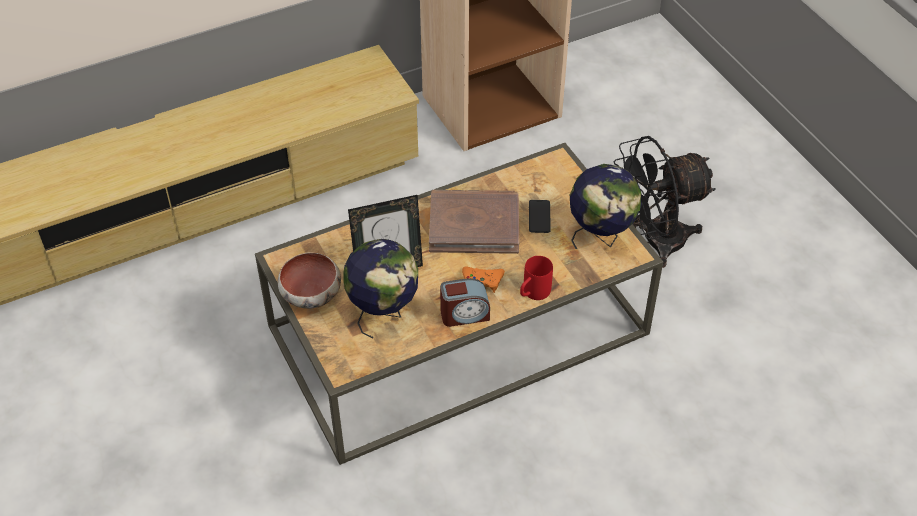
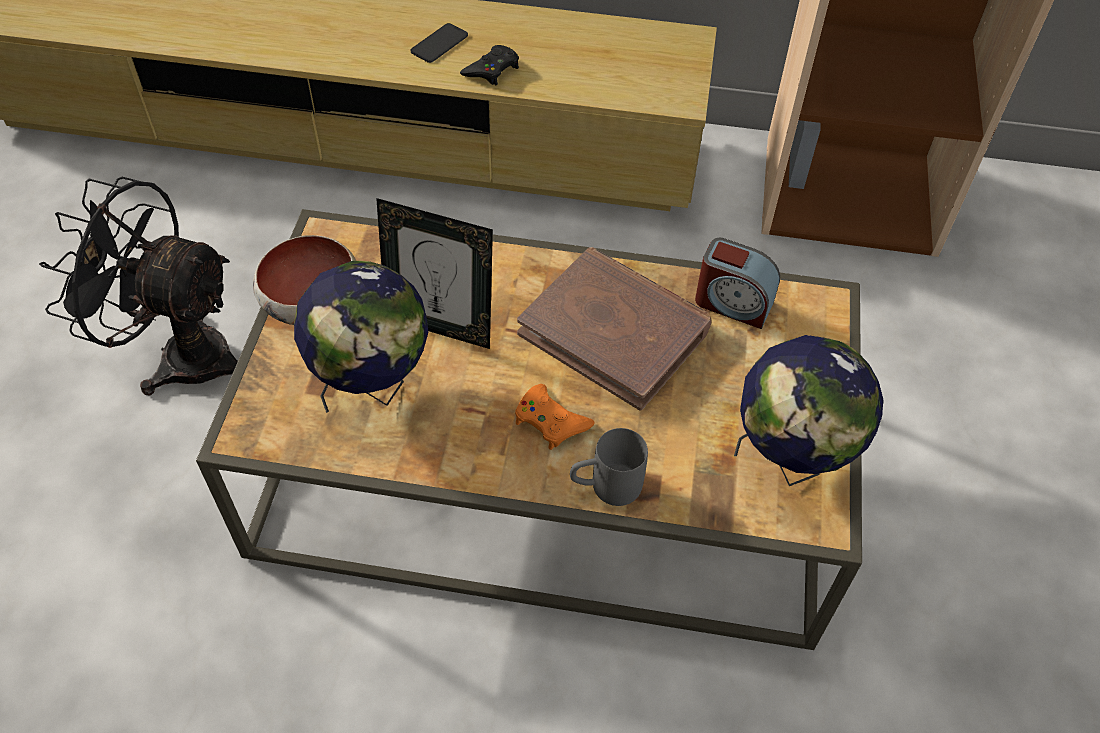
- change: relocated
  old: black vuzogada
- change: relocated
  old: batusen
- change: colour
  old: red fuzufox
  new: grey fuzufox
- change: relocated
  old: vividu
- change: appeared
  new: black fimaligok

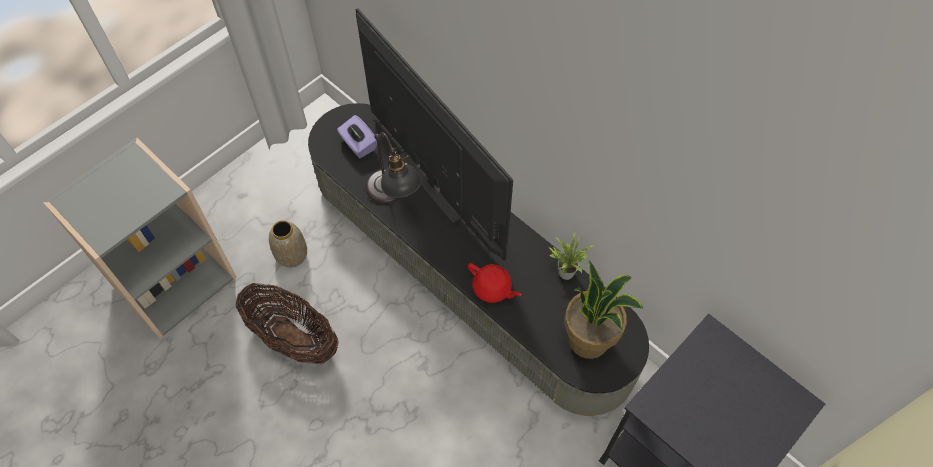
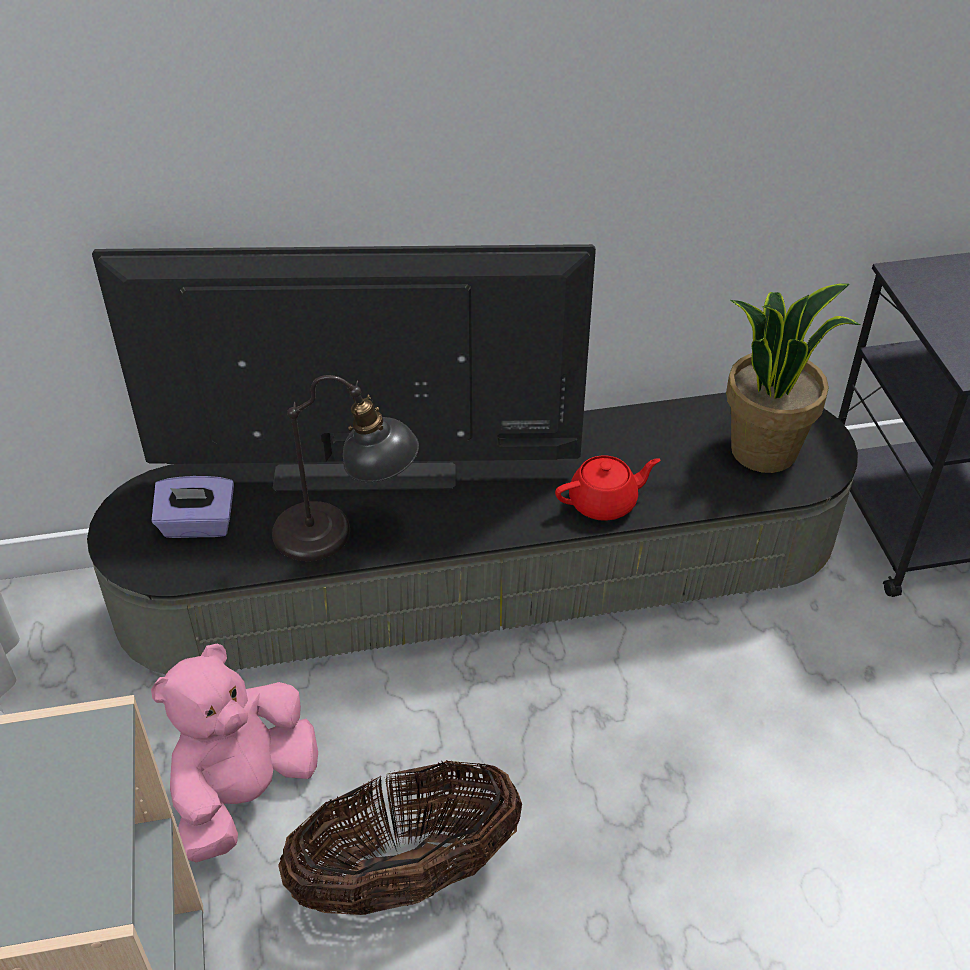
- change: exchanged
  old: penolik
  new: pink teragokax
- change: missing
  old: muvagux (no. 1 from left)

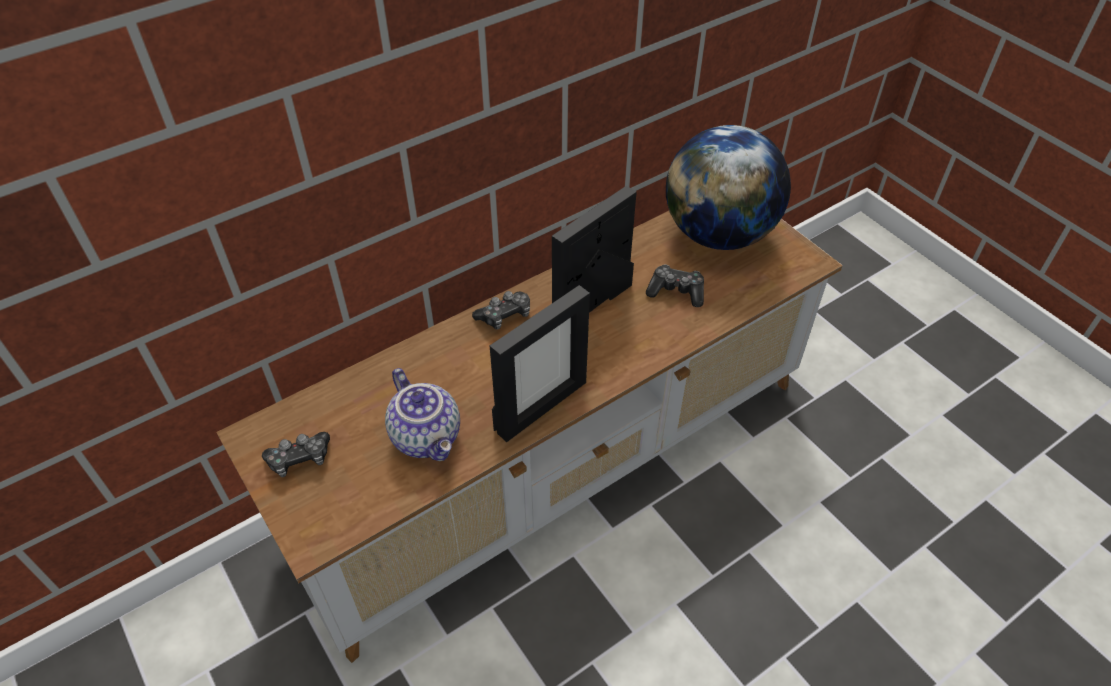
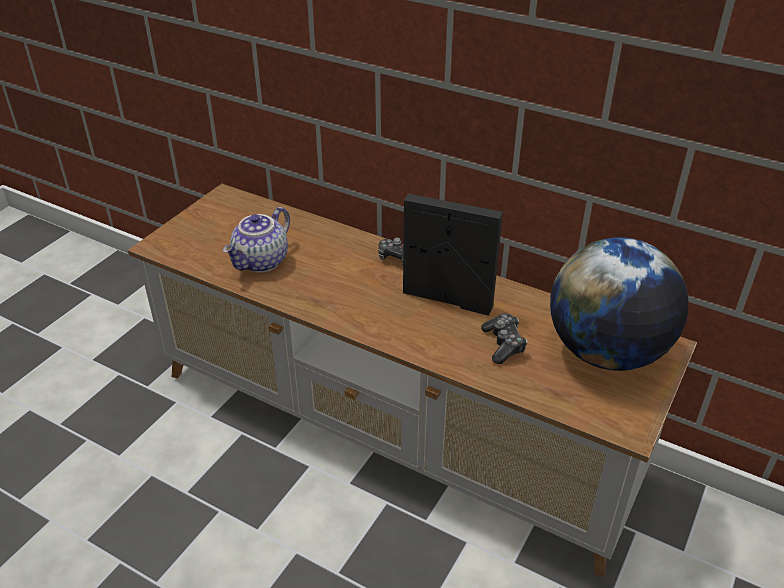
- change: missing
  old: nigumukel (no. 1 from left)
- change: missing
  old: fimaligok (no. 1 from left)

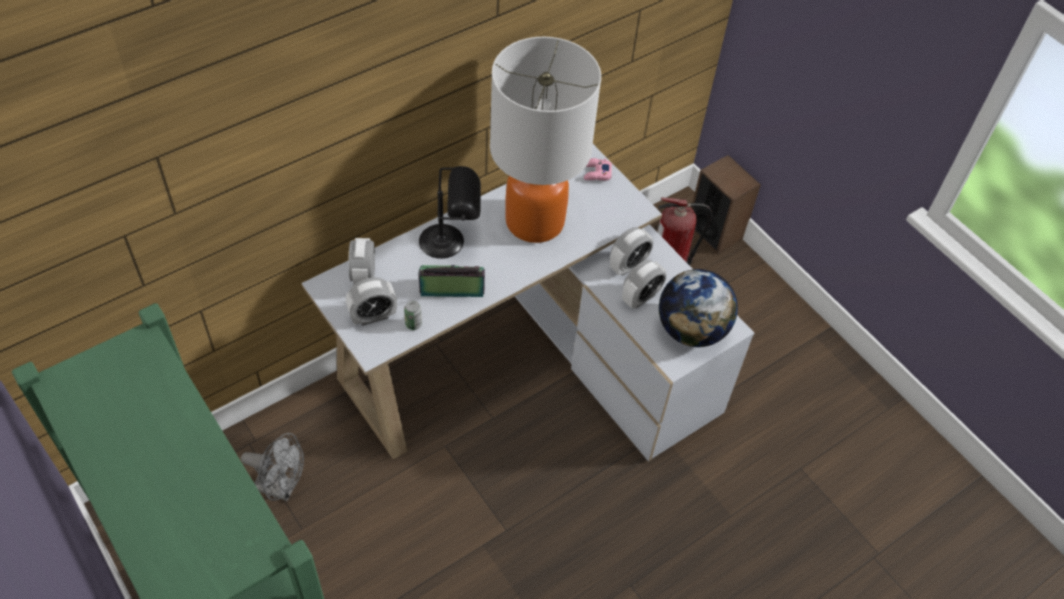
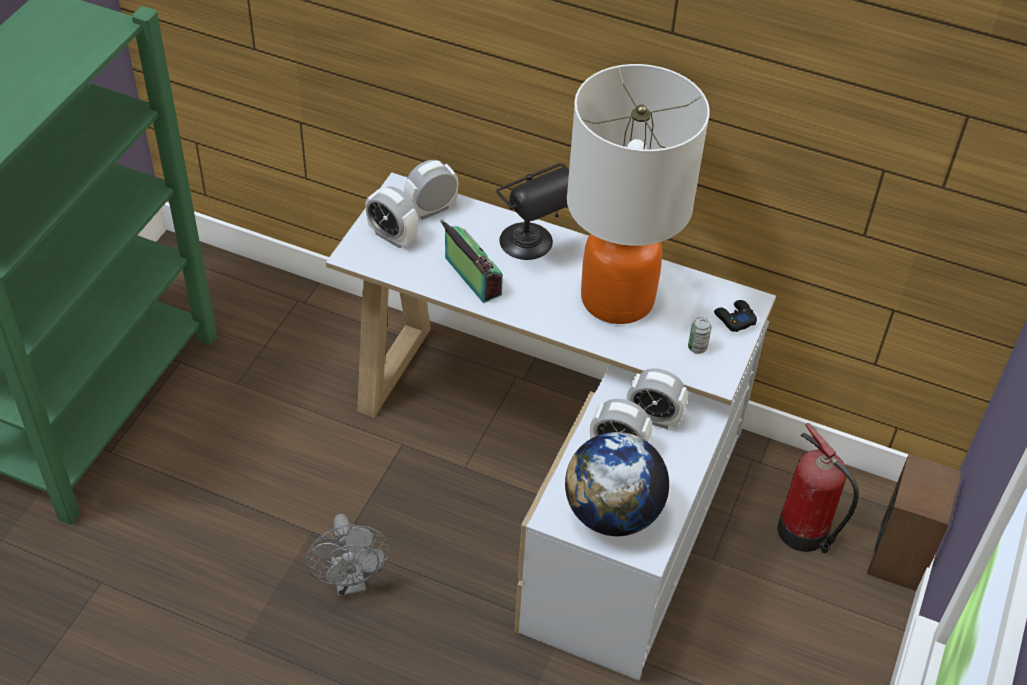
- change: colour
  old: pink fimaligok
  new: black fimaligok
- change: relocated
  old: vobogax
- change: relocated
  old: grey vuzogada

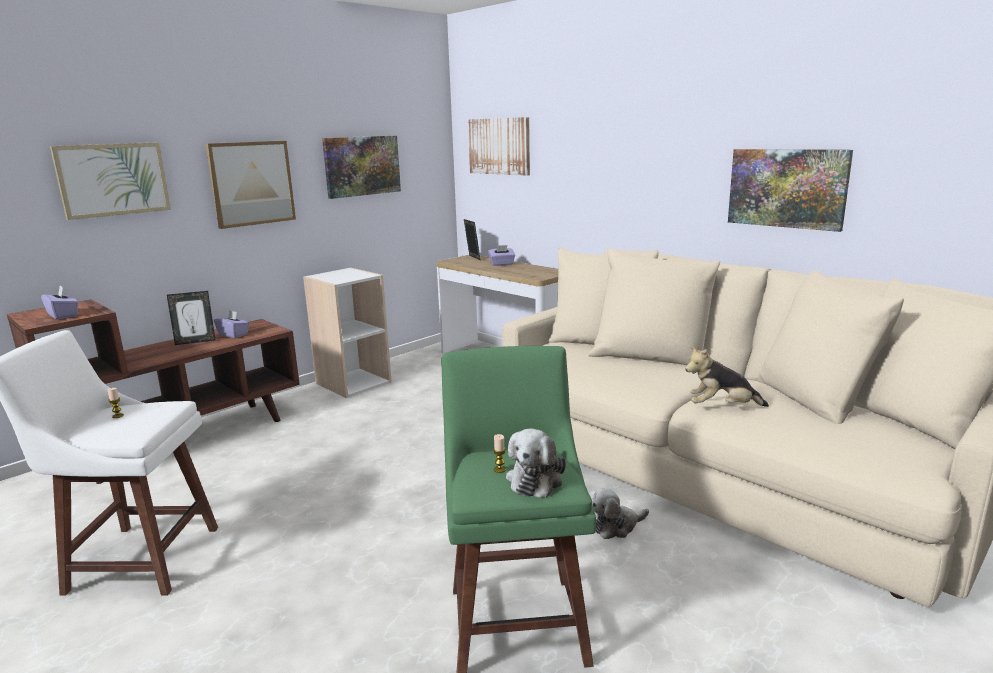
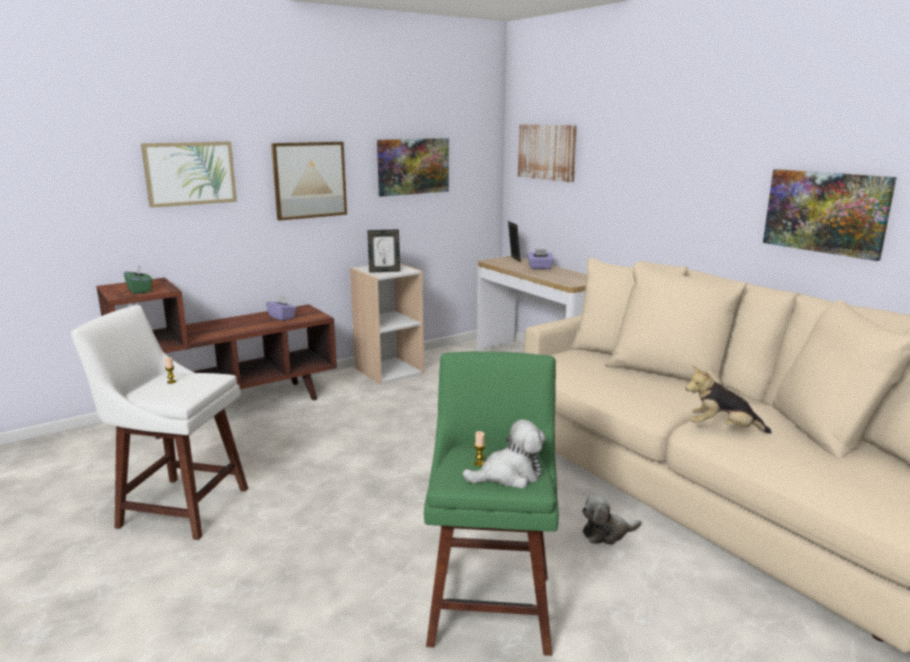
- change: colour
  old: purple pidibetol (no. 1 from left)
  new: green pidibetol
- change: relocated
  old: nigumukel (no. 1 from left)
- change: spun
  old: teragokax (no. 1 from left)
  degrees: -135

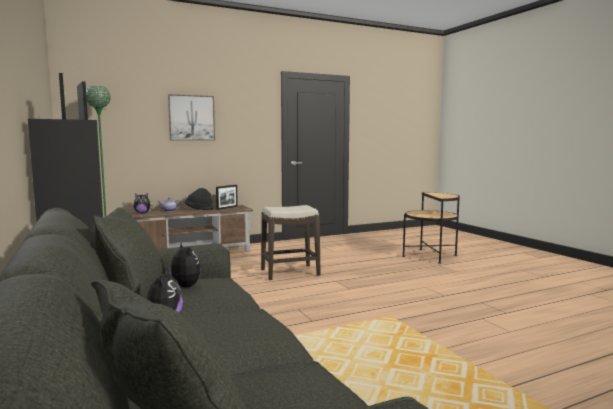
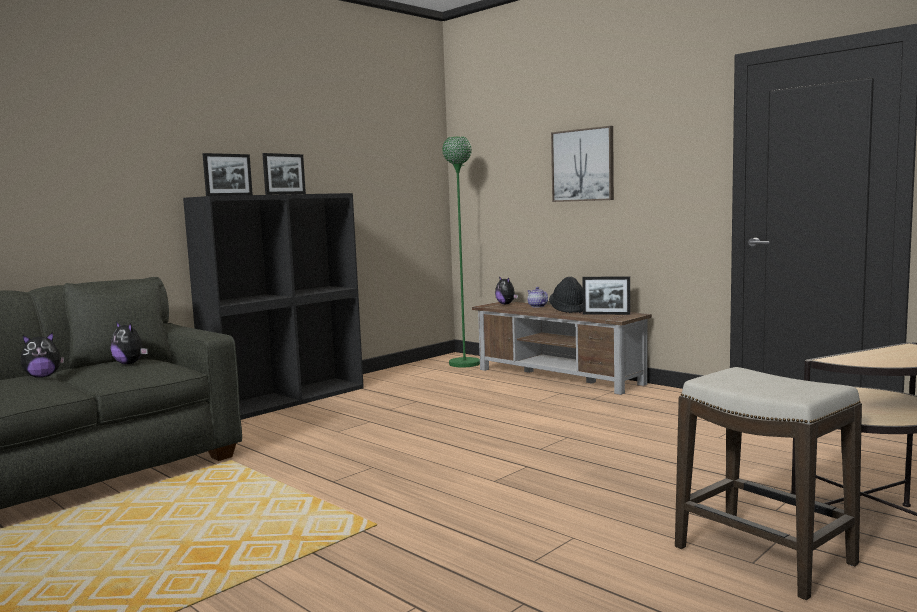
- change: relocated
  old: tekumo
- change: spun
  old: teragokax (no. 3 from left in the first image)
  degrees: 90

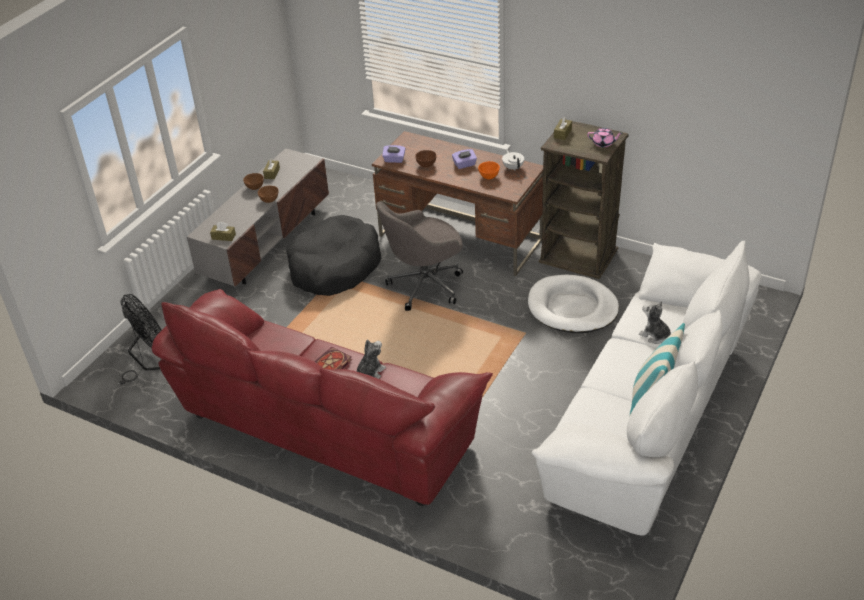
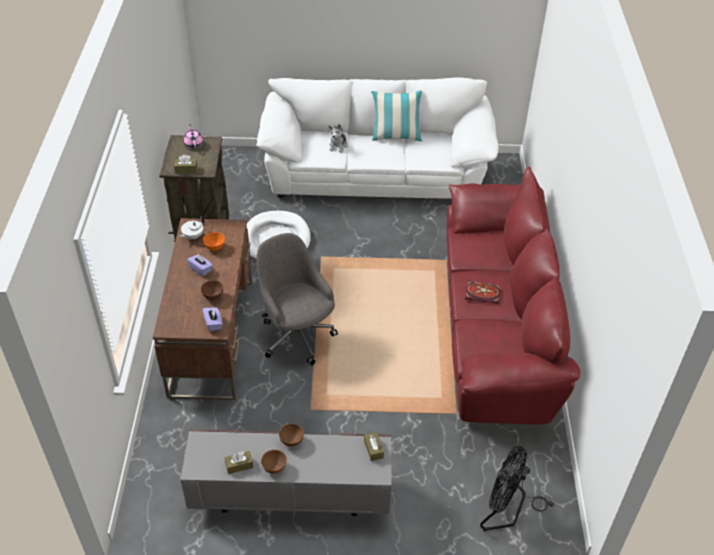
- change: spun
  old: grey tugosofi
  degrees: -150
- change: missing
  old: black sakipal
- change: missing
  old: teragokax (no. 1 from left)

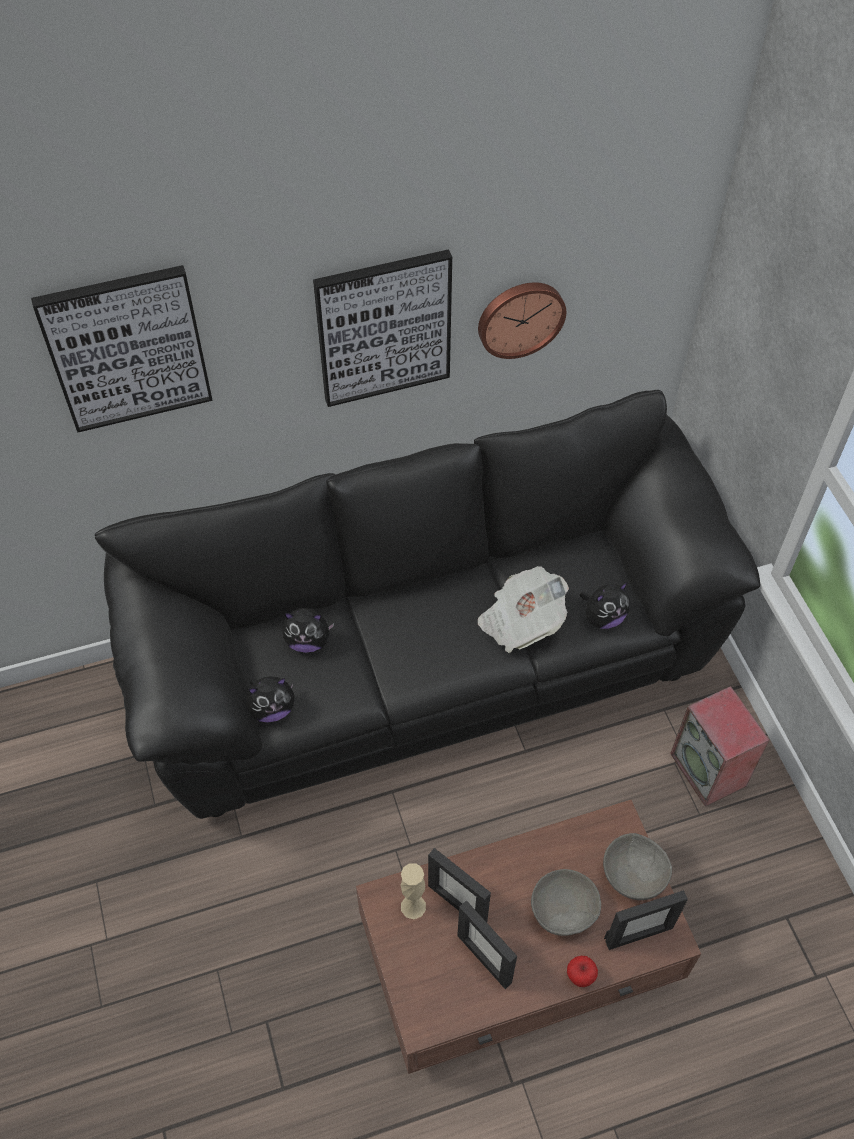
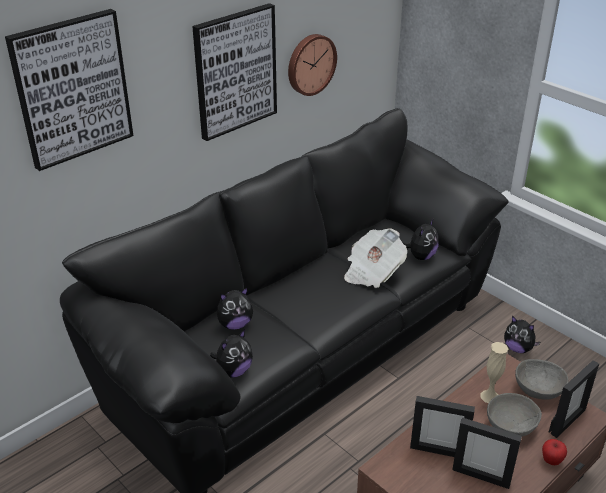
- change: exchanged
  old: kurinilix
  new: teragokax (no. 4 from left)
- change: relocated
  old: beige penolik

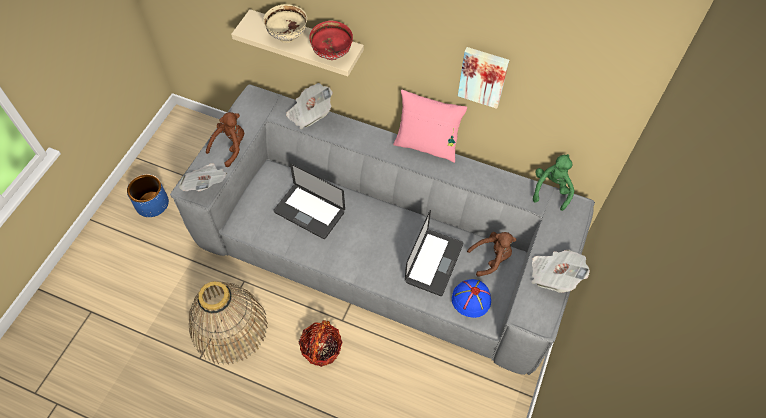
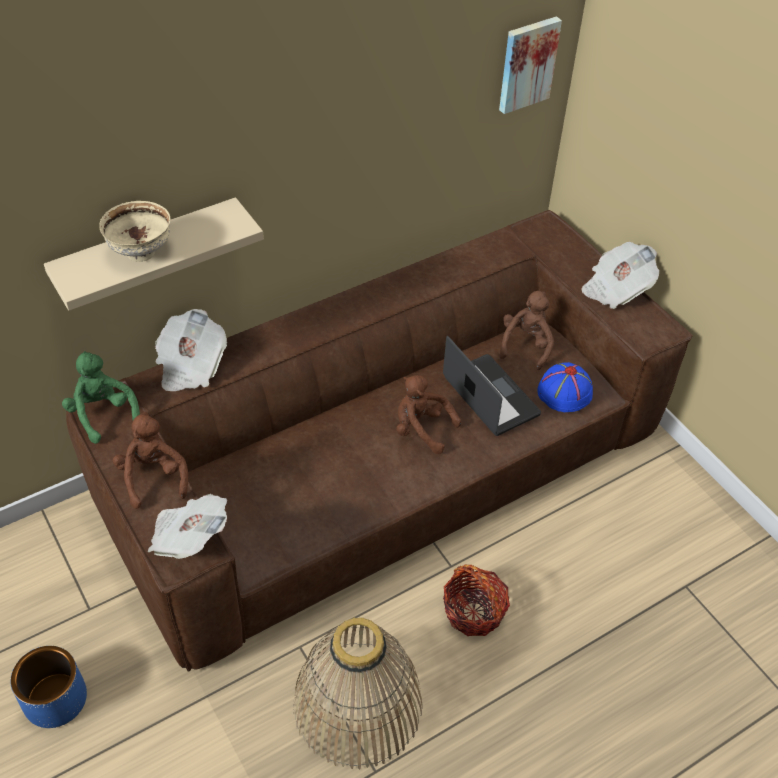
- change: missing
  old: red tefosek
- change: relocated
  old: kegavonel
- change: colour
  old: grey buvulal
  new: brown buvulal
- change: missing
  old: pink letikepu
- change: relocated
  old: green teragokax
- change: missing
  old: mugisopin (no. 1 from left)
- change: appeared
  new: brown teragokax (no. 2 from left)

